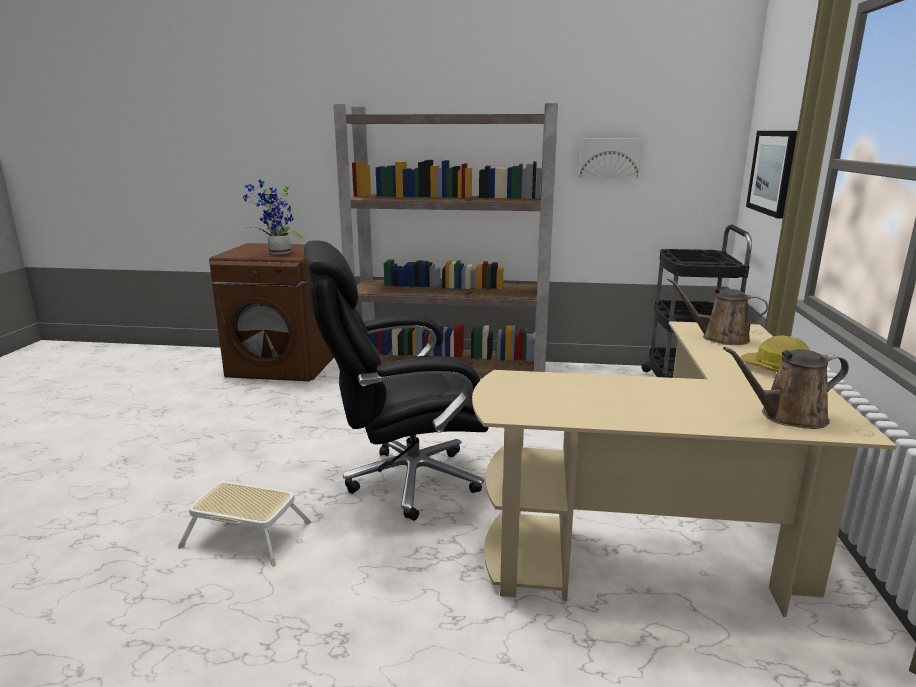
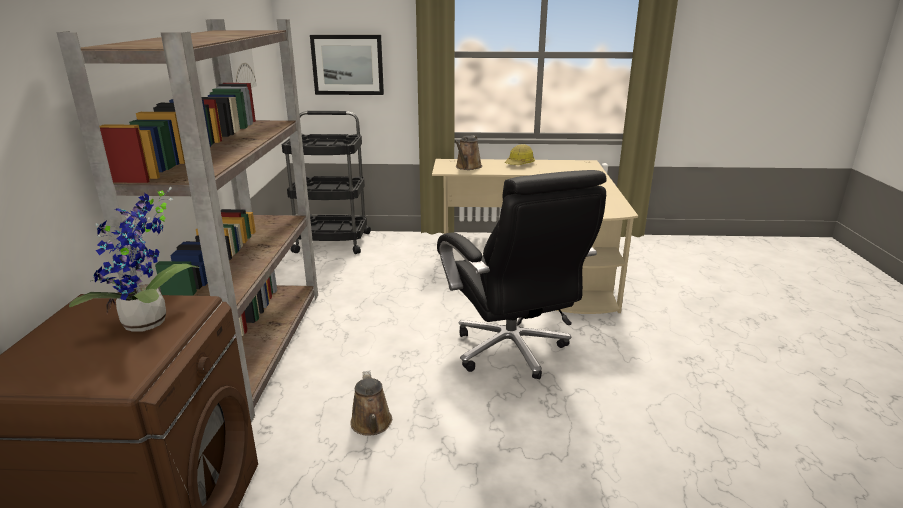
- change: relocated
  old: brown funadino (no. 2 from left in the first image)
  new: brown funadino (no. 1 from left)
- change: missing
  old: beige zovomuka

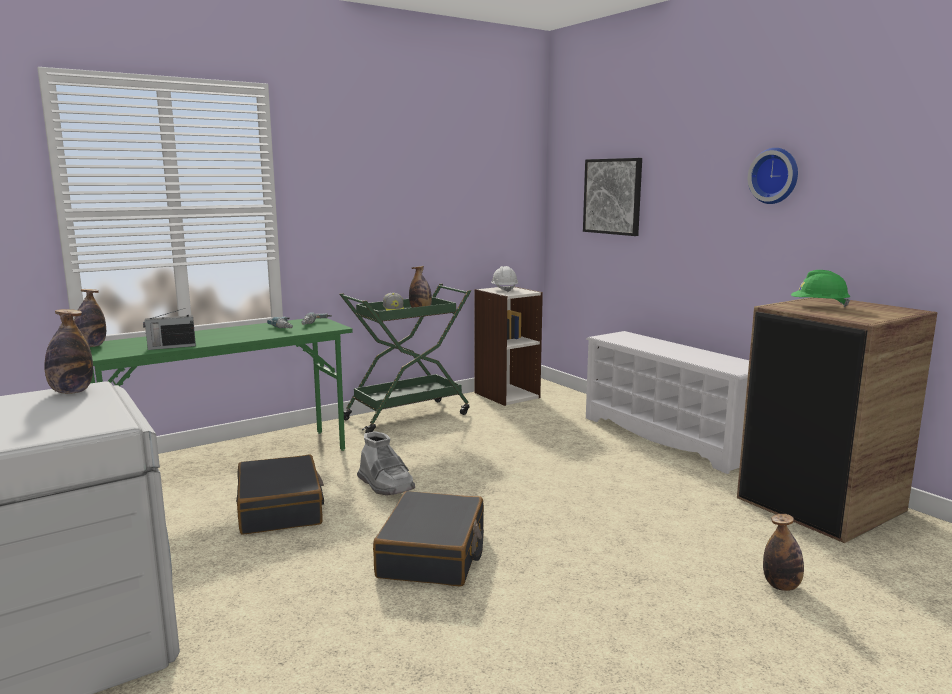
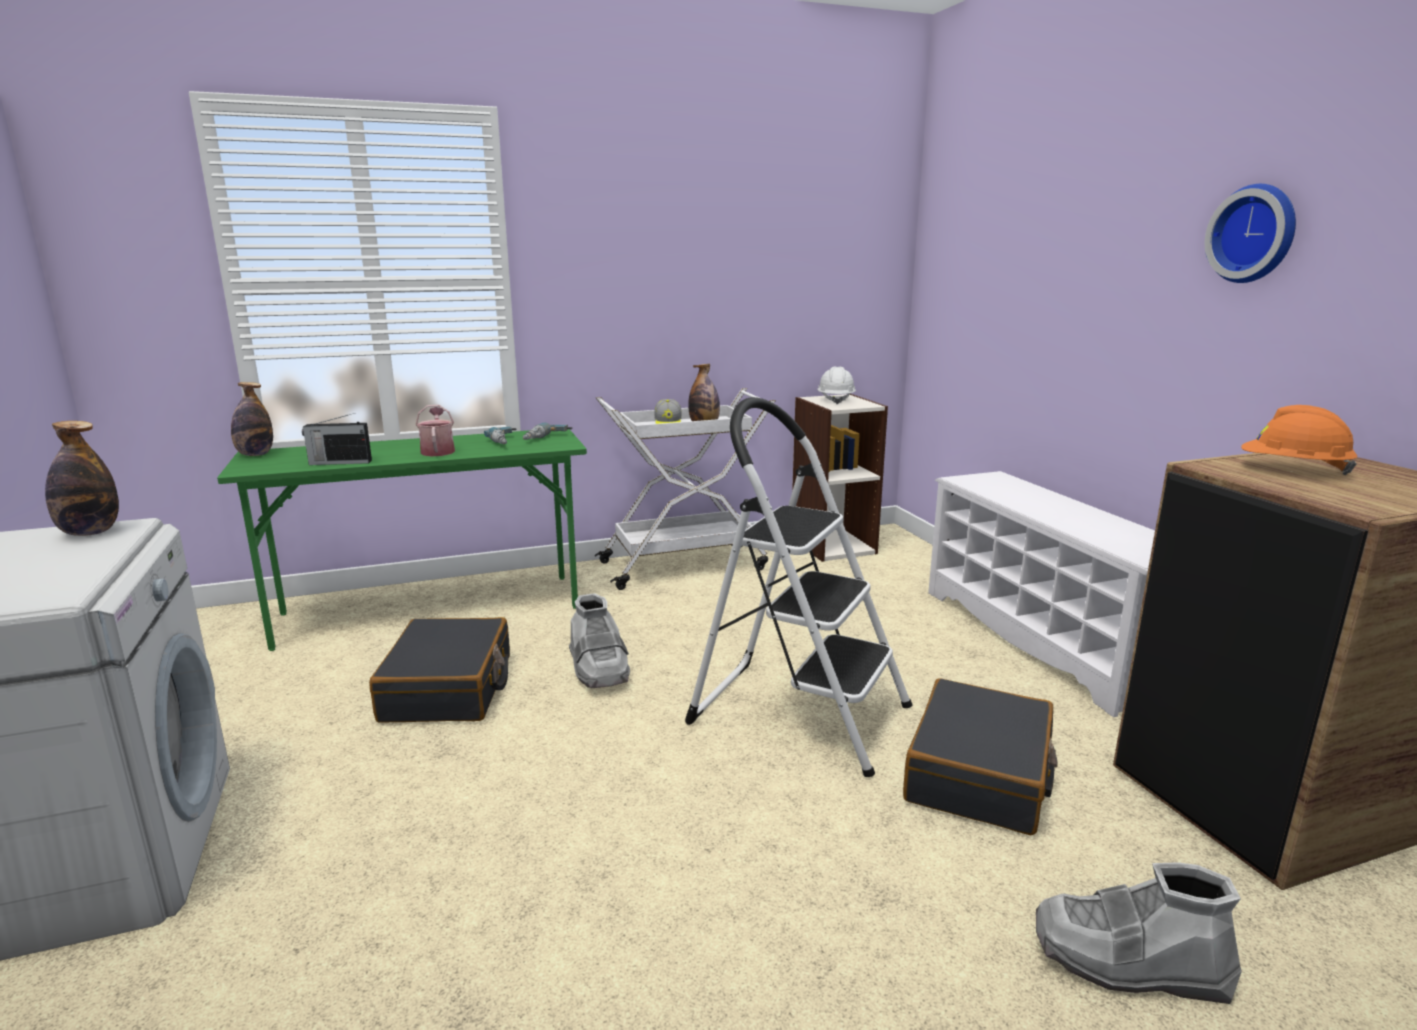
- change: missing
  old: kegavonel
- change: colour
  old: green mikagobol
  new: orange mikagobol
- change: colour
  old: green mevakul
  new: white mevakul
- change: relocated
  old: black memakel (no. 2 from left)
- change: exchanged
  old: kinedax (no. 4 from left)
  new: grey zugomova (no. 2 from left)
- change: appeared
  new: zovomuka
- change: appeared
  new: funadino

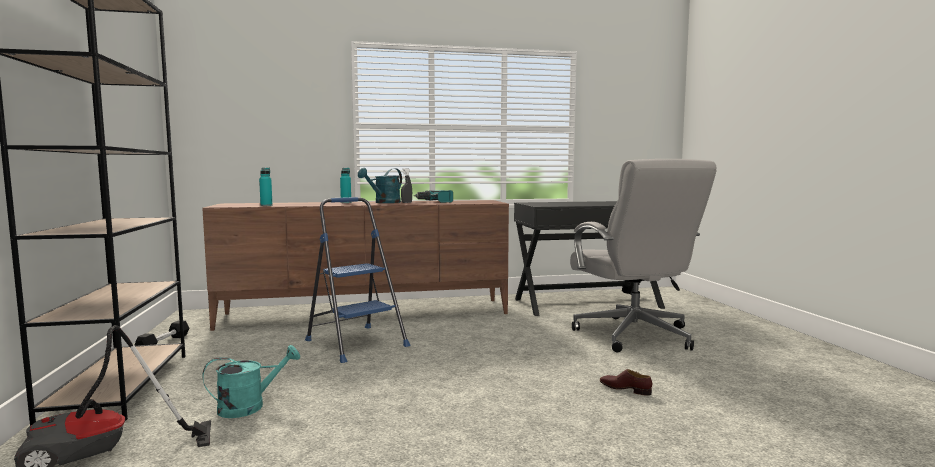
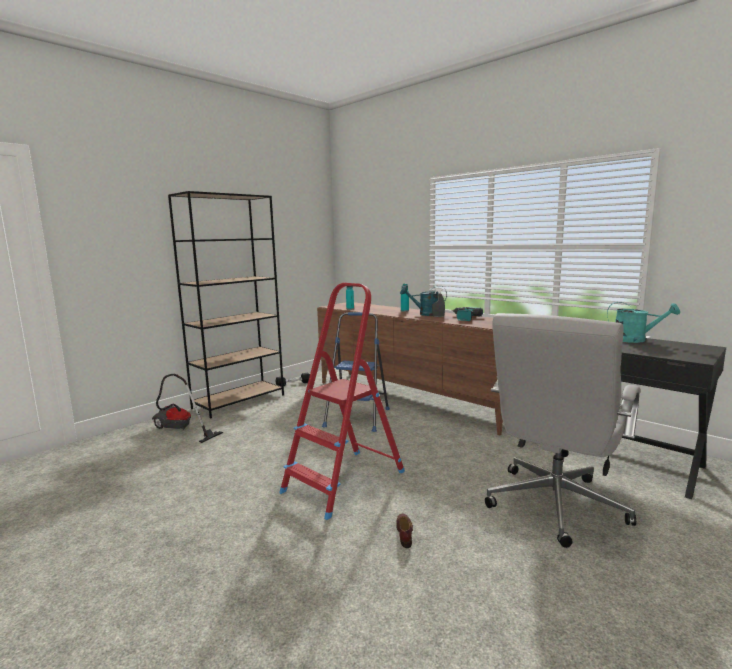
- change: relocated
  old: turquoise funadino (no. 1 from left in the first image)
  new: turquoise funadino (no. 2 from left)
- change: appeared
  new: red zovomuka

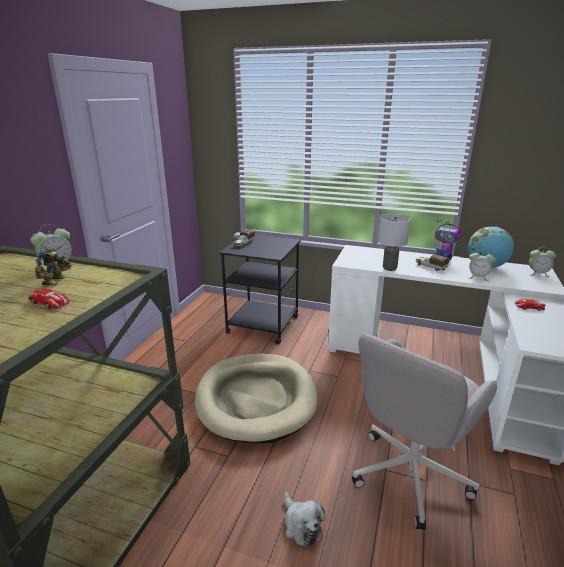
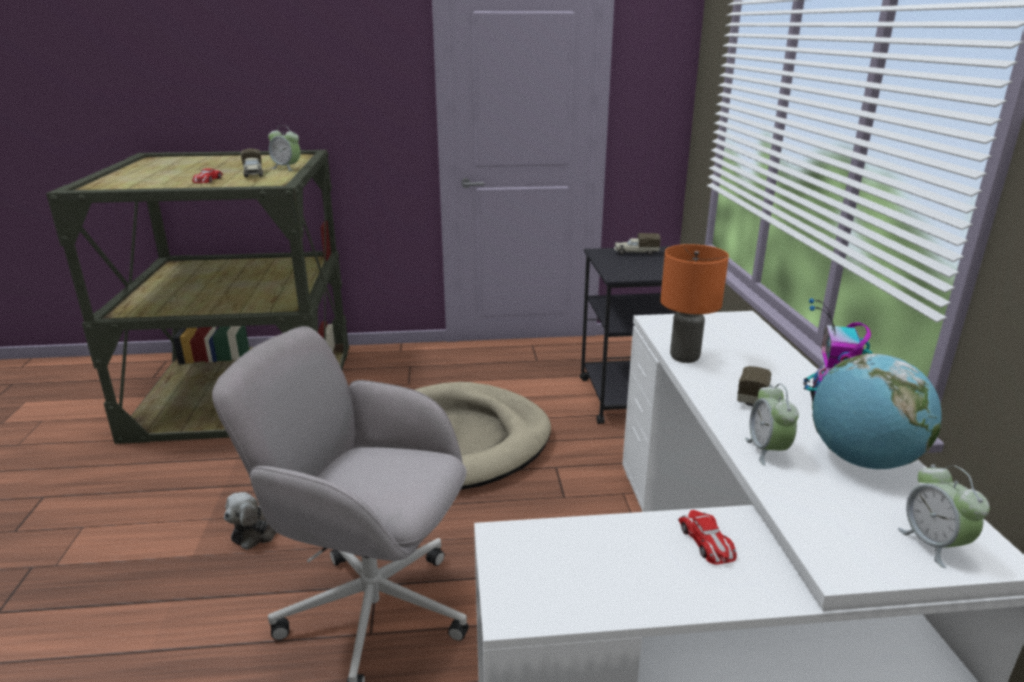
- change: colour
  old: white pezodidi
  new: orange pezodidi
- change: exchanged
  old: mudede (no. 1 from left)
  new: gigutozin (no. 1 from left)

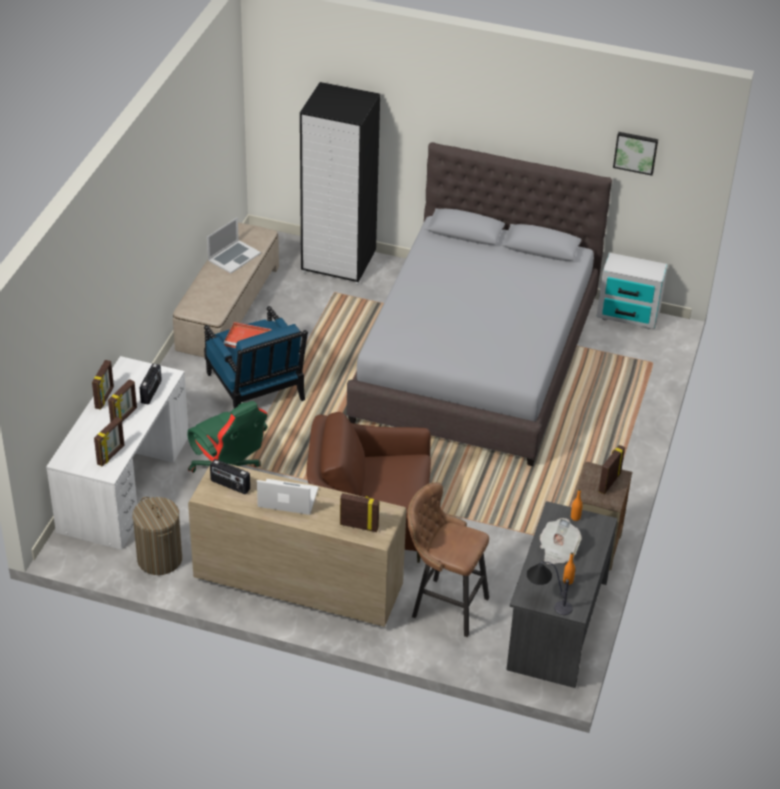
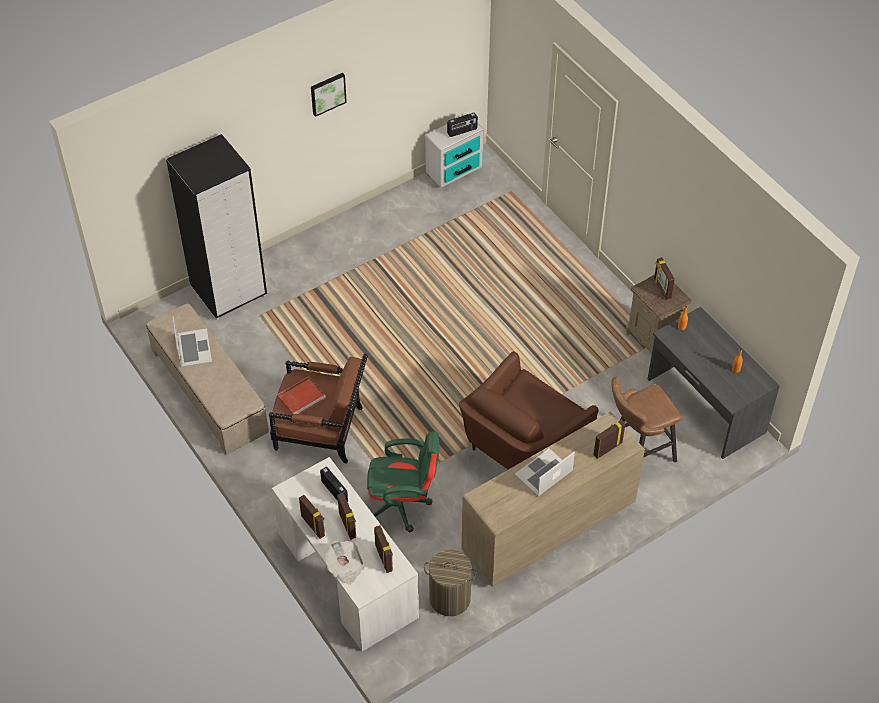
- change: relocated
  old: kegavonel
- change: missing
  old: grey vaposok
- change: colour
  old: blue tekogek
  new: brown tekogek (no. 1 from left)
- change: relocated
  old: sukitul (no. 2 from left)
- change: relocated
  old: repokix
- change: missing
  old: pezodidi

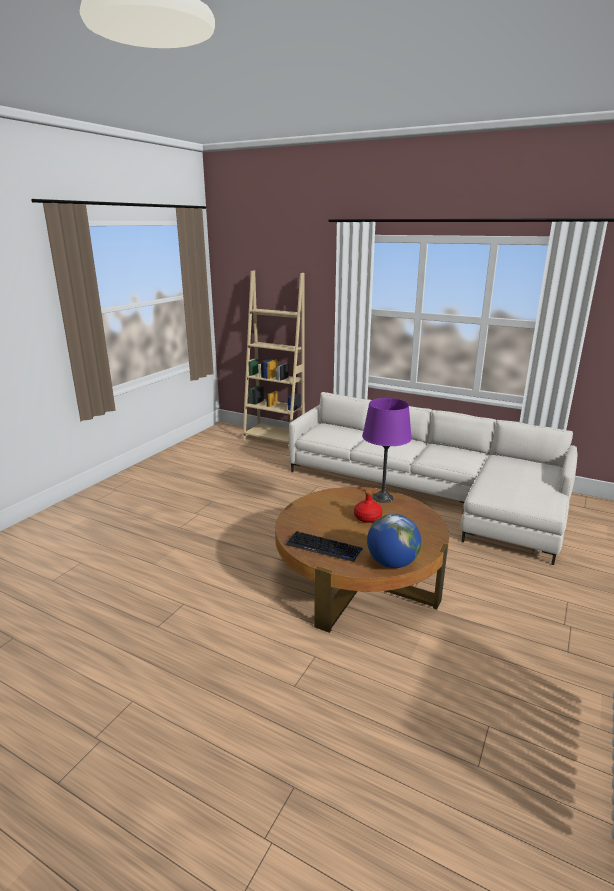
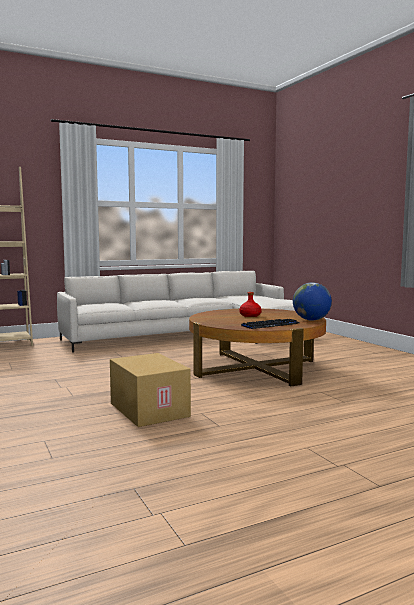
- change: missing
  old: purple pezodidi
- change: appeared
  new: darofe

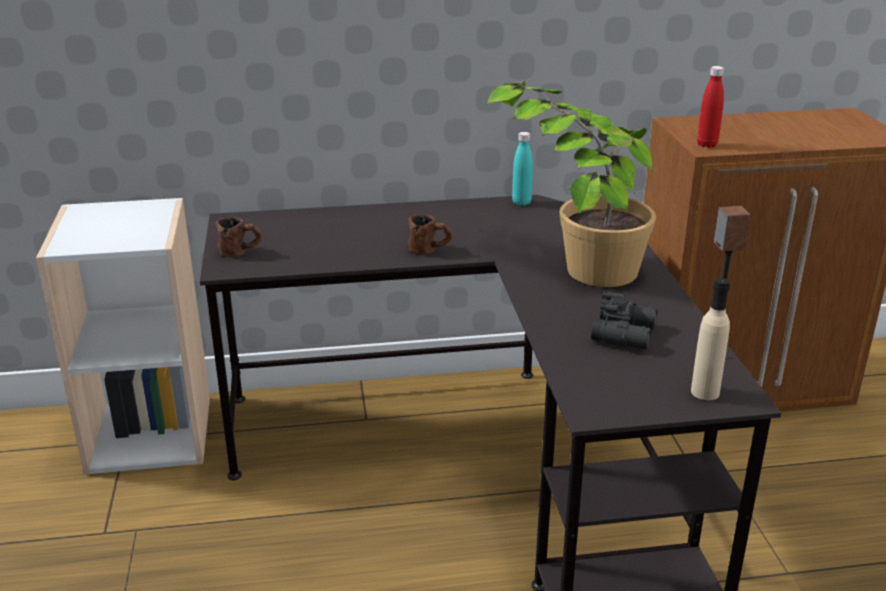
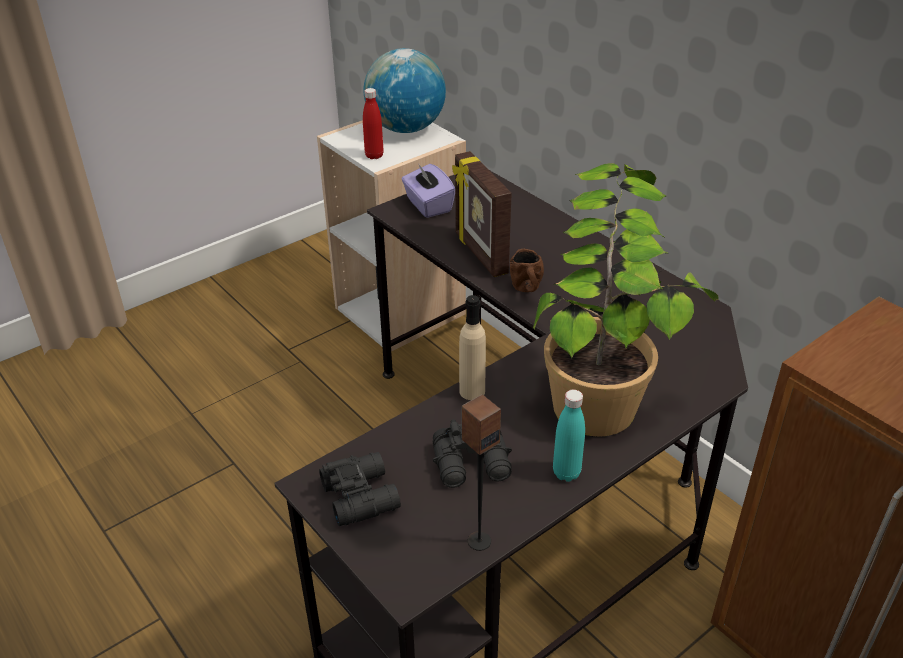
- change: relocated
  old: red kinedax
- change: relocated
  old: turquoise kinedax
- change: exchanged
  old: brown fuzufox (no. 1 from left)
  new: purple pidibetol
- change: relocated
  old: beige kinedax
- change: appeared
  new: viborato
- change: appeared
  new: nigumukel
- change: appeared
  new: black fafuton (no. 1 from left)

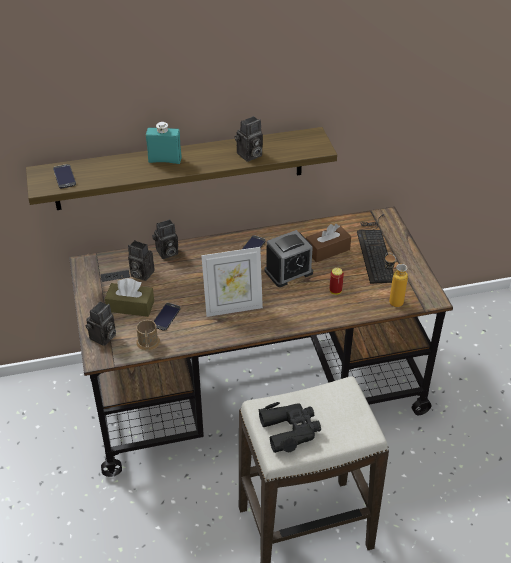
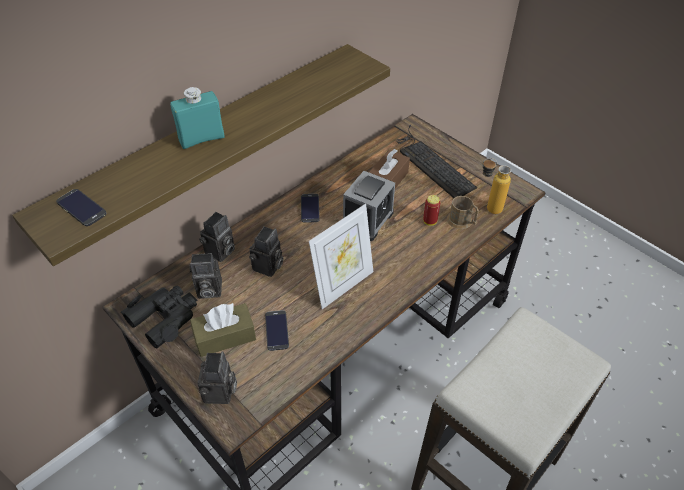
- change: relocated
  old: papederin (no. 4 from left)
- change: relocated
  old: brown fuzufox
- change: relocated
  old: black fafuton

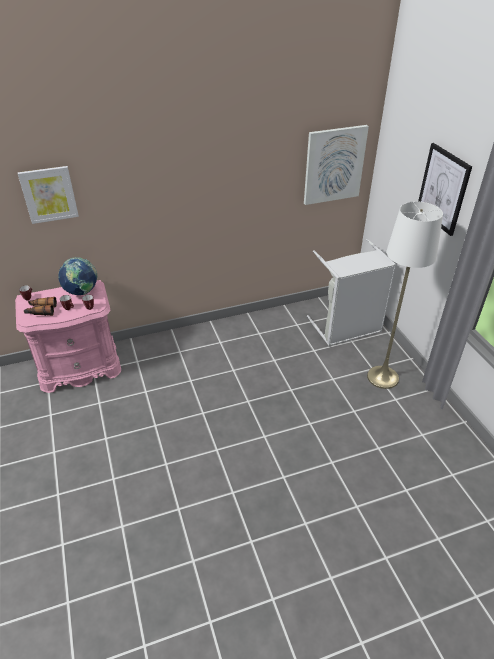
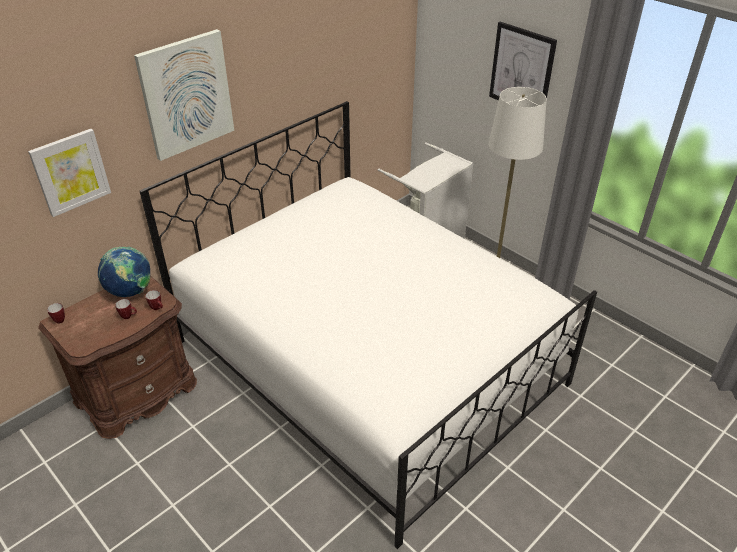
- change: relocated
  old: kegavonel (no. 2 from left)
- change: colour
  old: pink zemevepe
  new: brown zemevepe
- change: missing
  old: fafuton
- change: appeared
  new: white vaposok

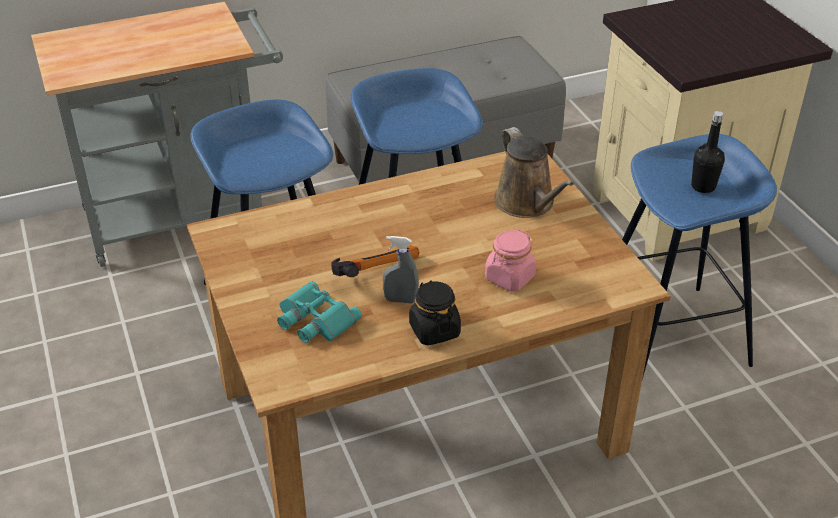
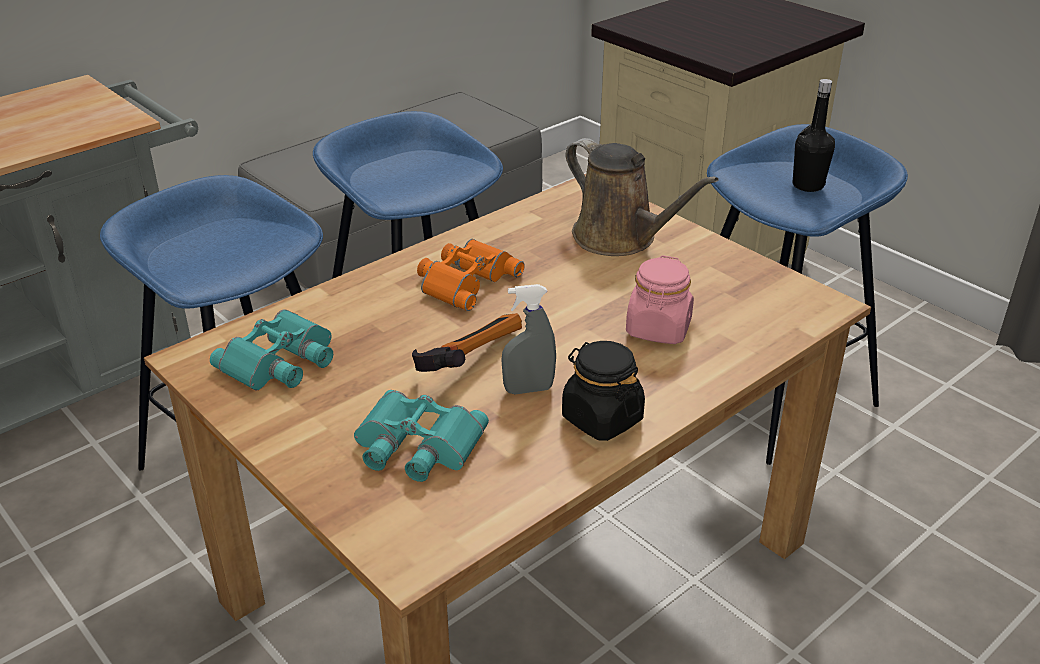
- change: appeared
  new: orange fafuton
- change: appeared
  new: turquoise fafuton (no. 1 from left)

